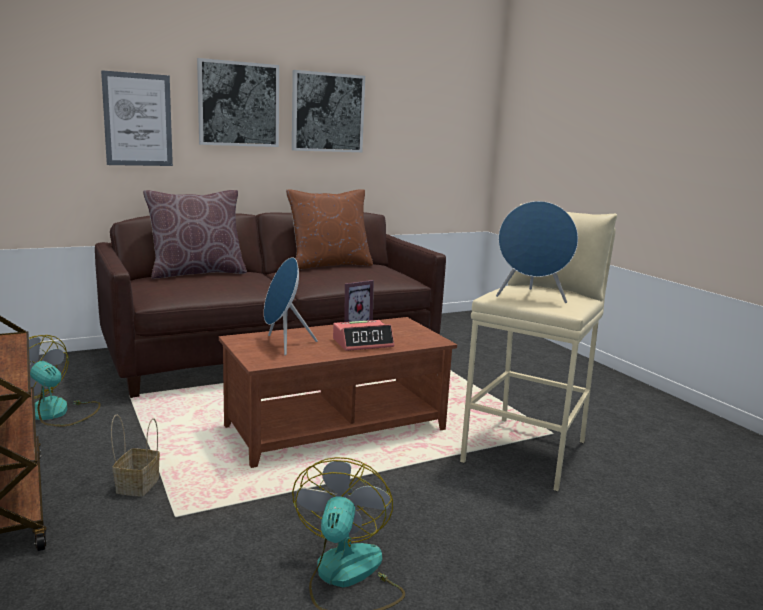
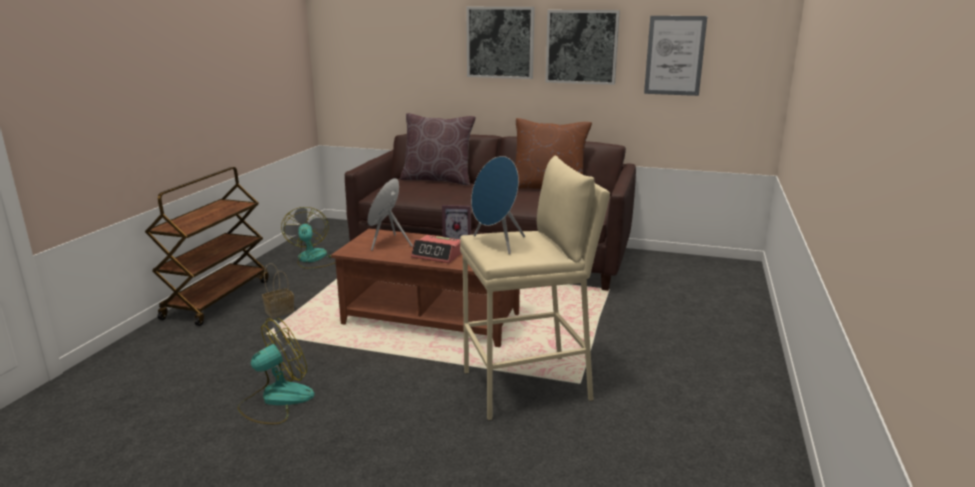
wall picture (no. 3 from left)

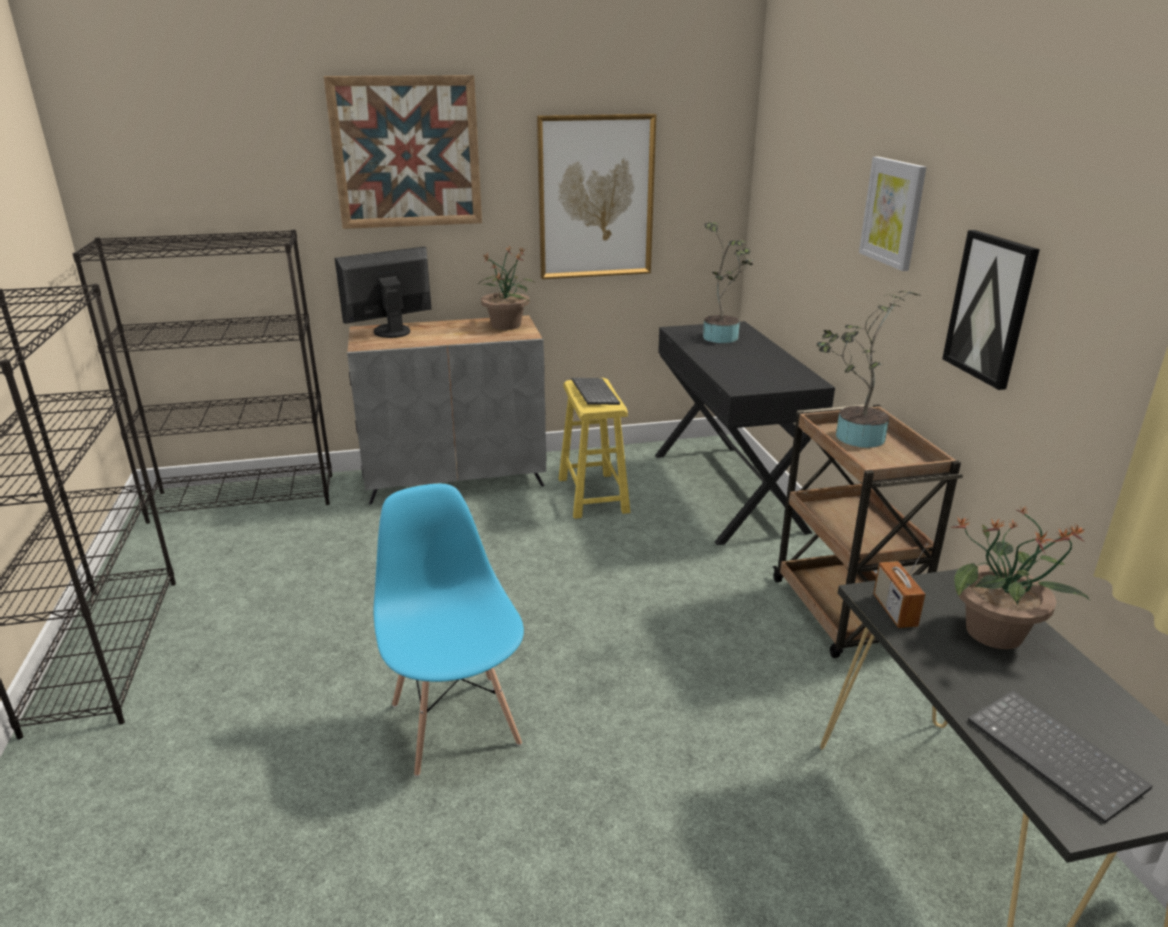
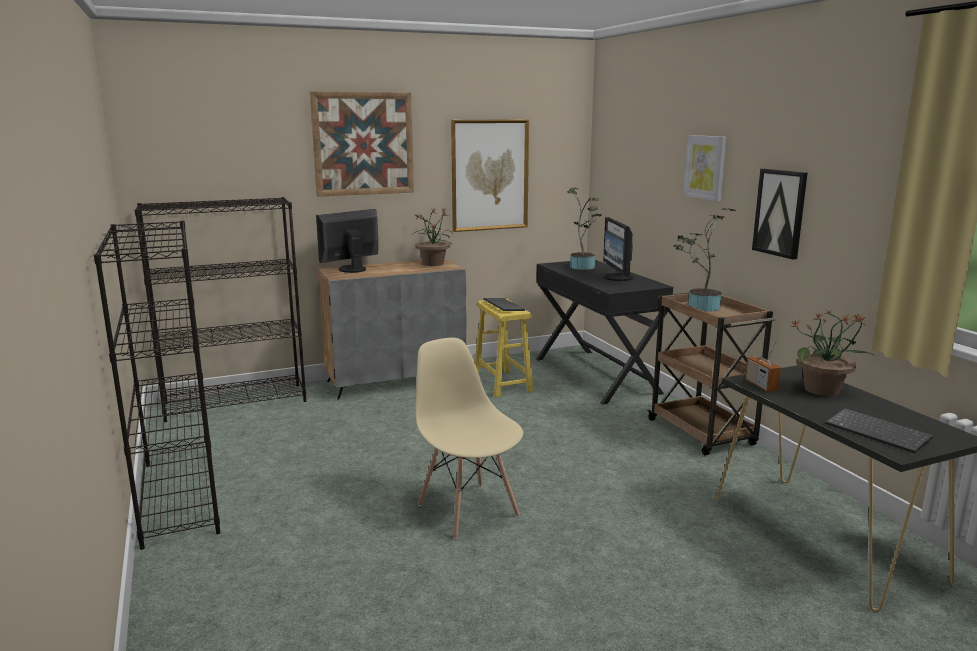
plain chair (beige-coloured)
computer display (no. 2 from left)

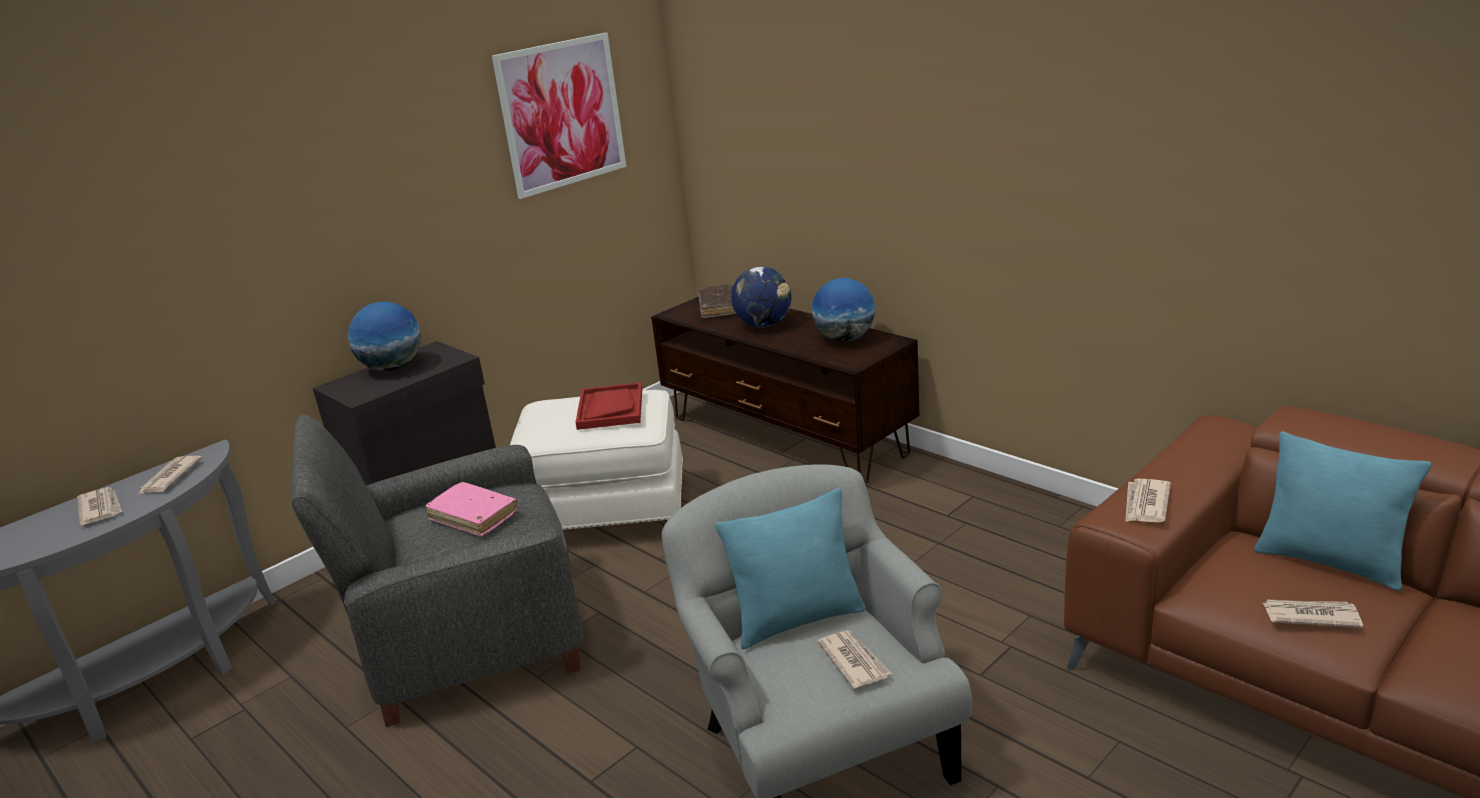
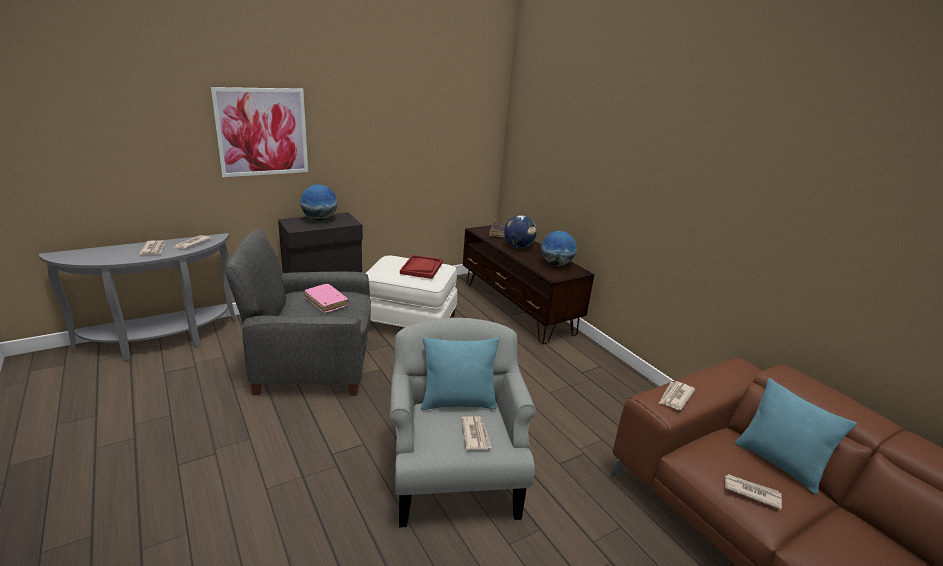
wall picture

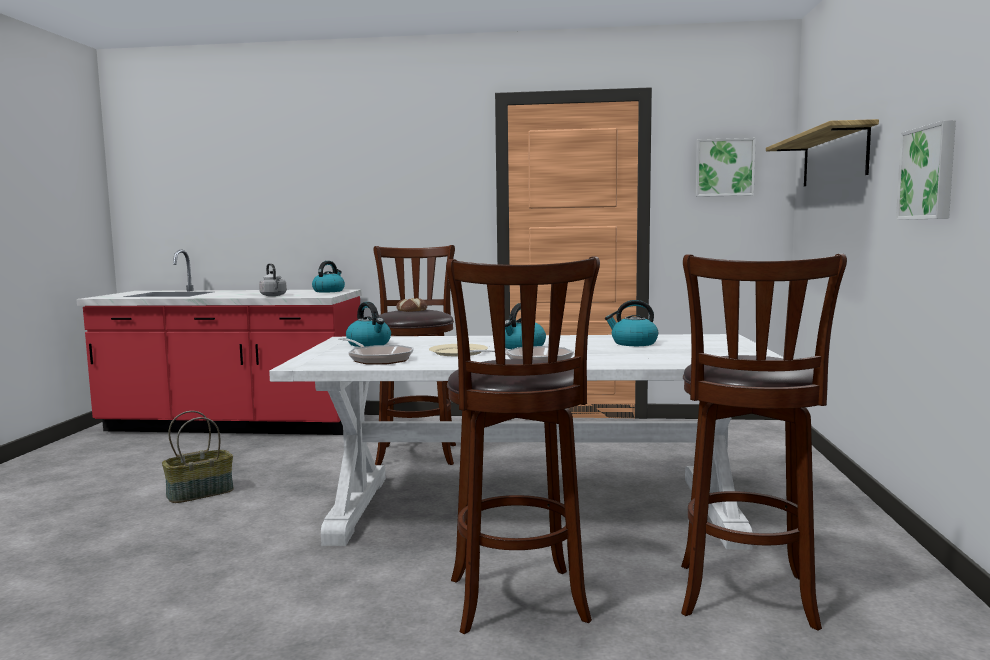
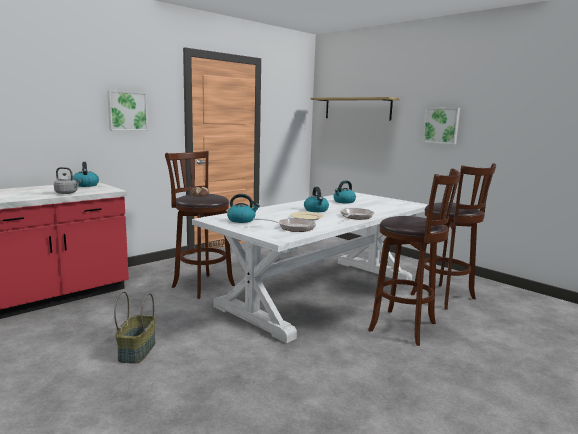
wall picture (no. 1 from left)

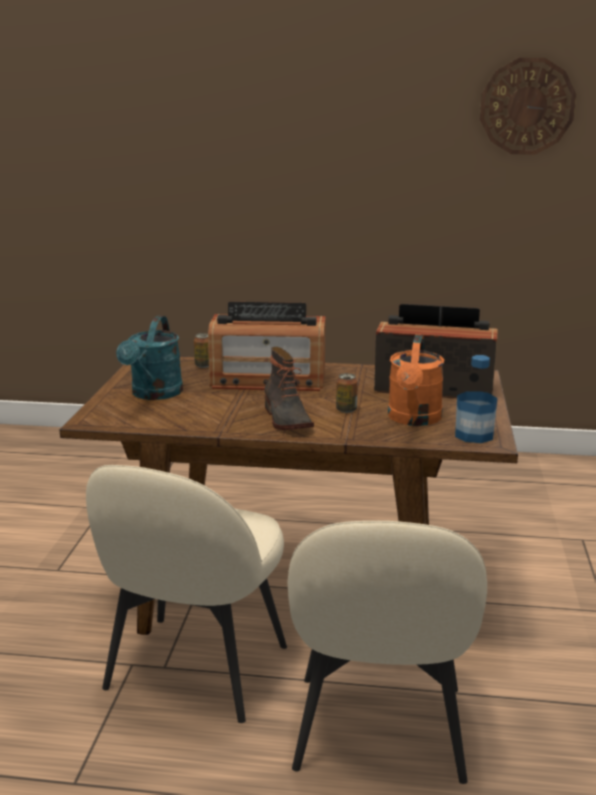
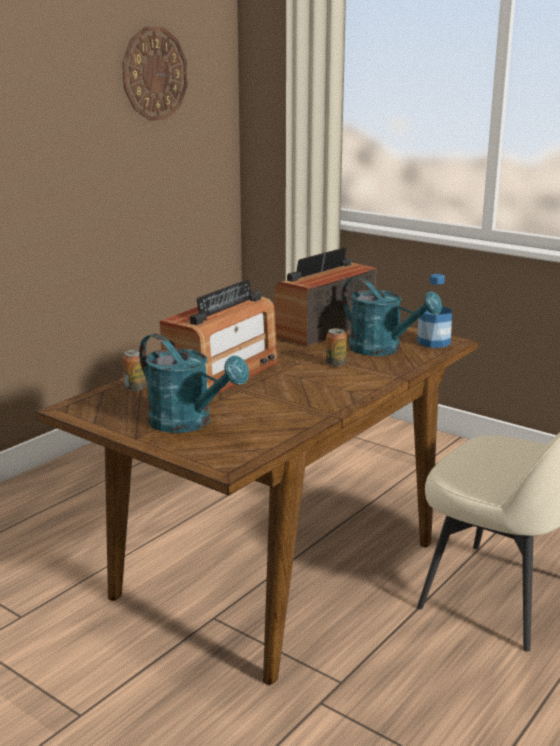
sprinkling can (blue-green) (no. 2 from left)
plain chair (beige-coloured) (no. 1 from left in the first image)
high-top boot

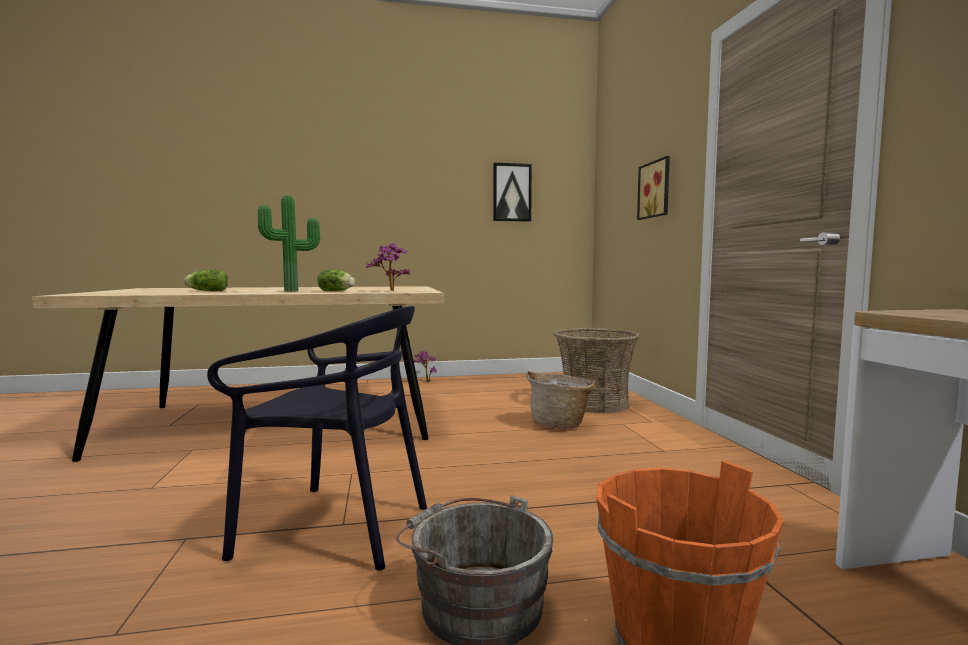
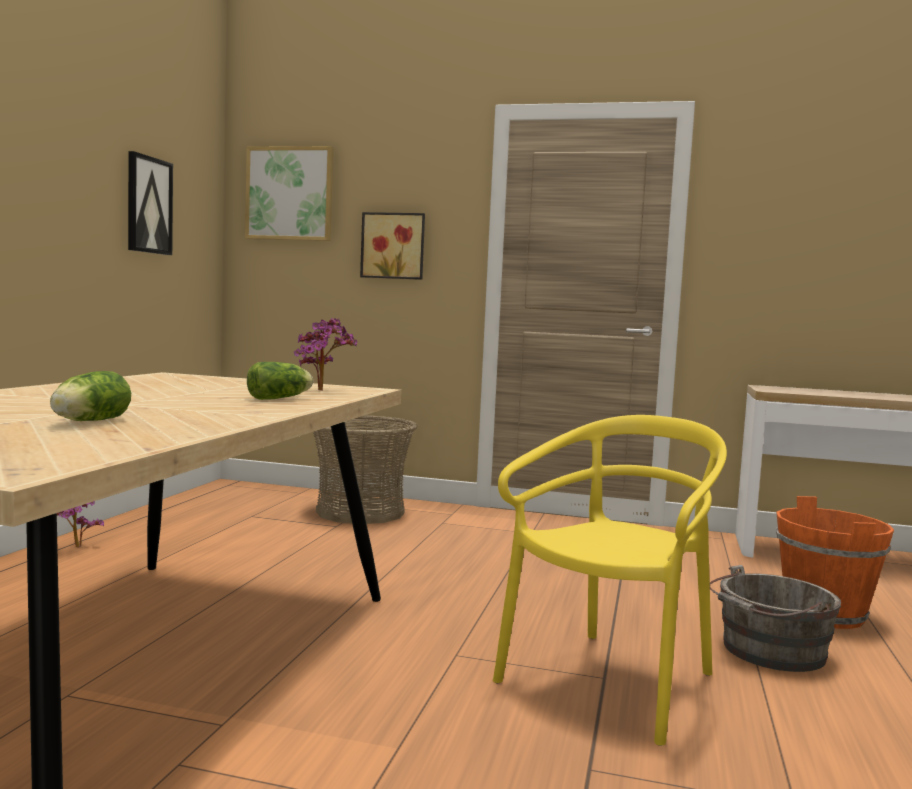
wall picture (no. 2 from left)
plain chair (yellow)
houseplant (no. 1 from left in the first image)
household basket (no. 1 from left in the first image)

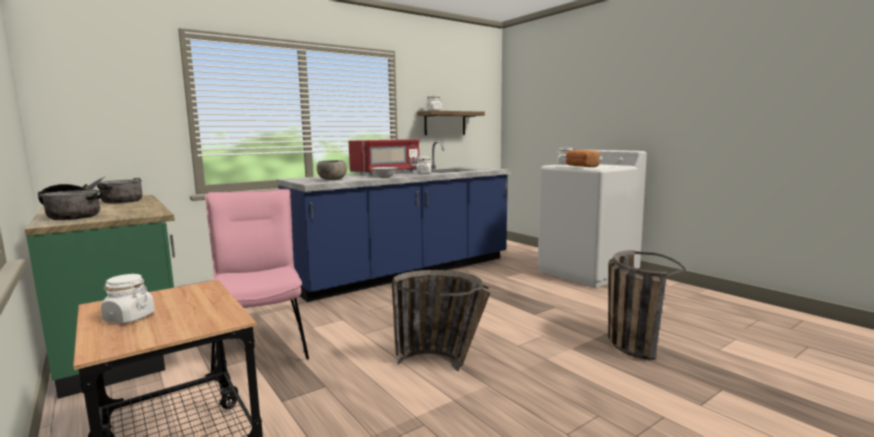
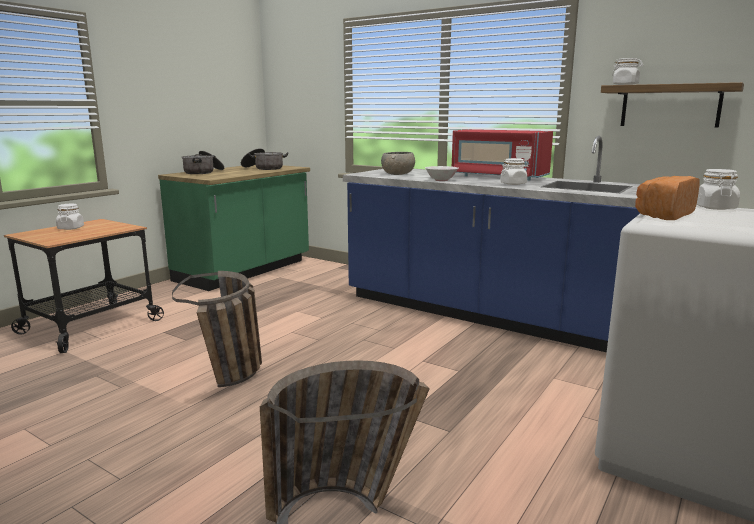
plain chair (pink-coloured)

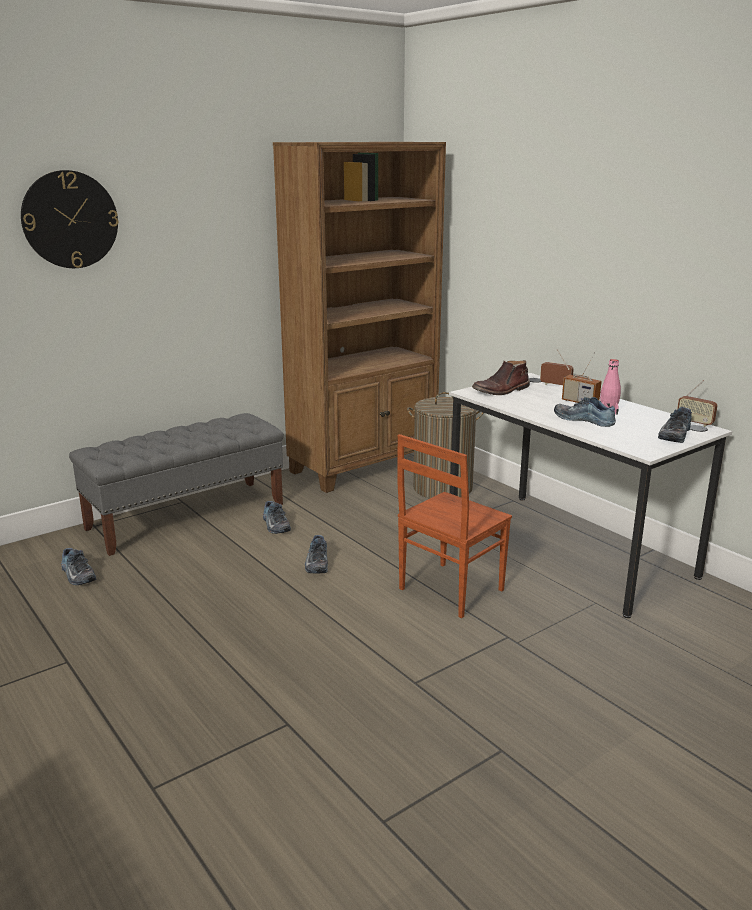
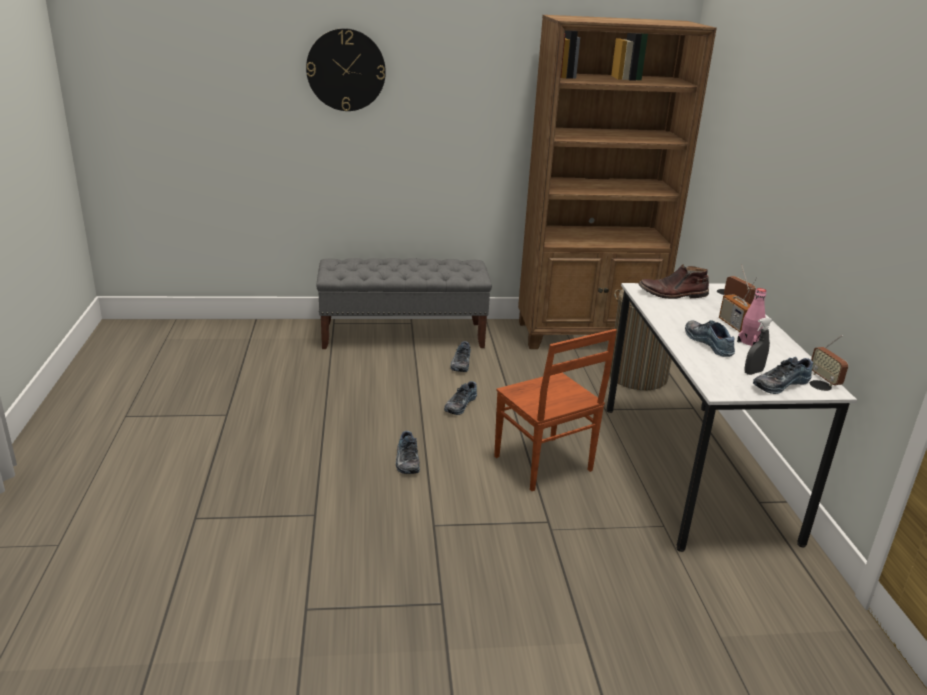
low shoe (no. 1 from left)
plain chair (brown-coloured)
hand sprayer (greyish)

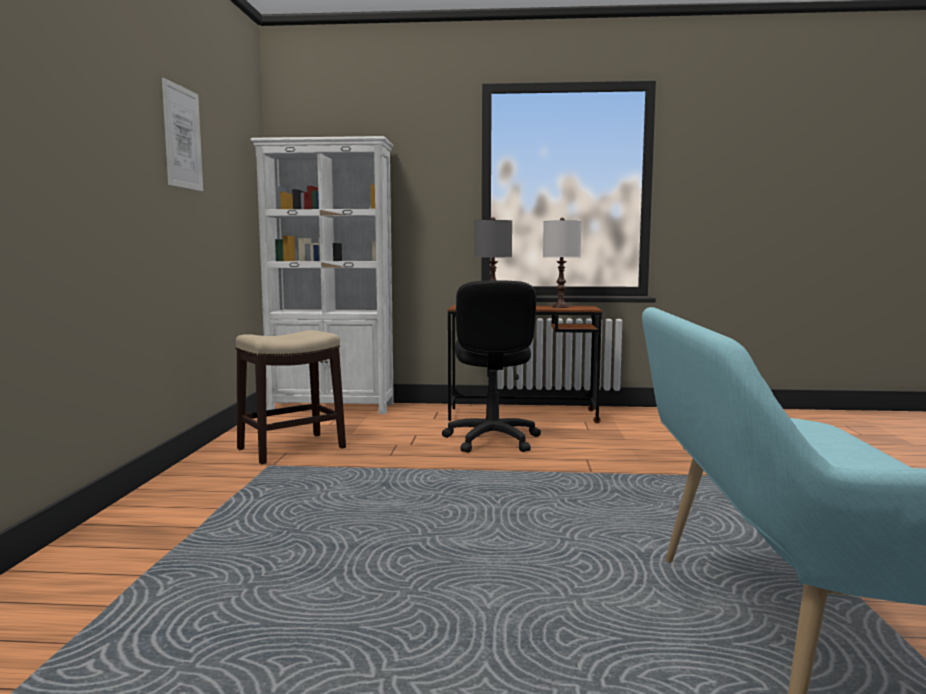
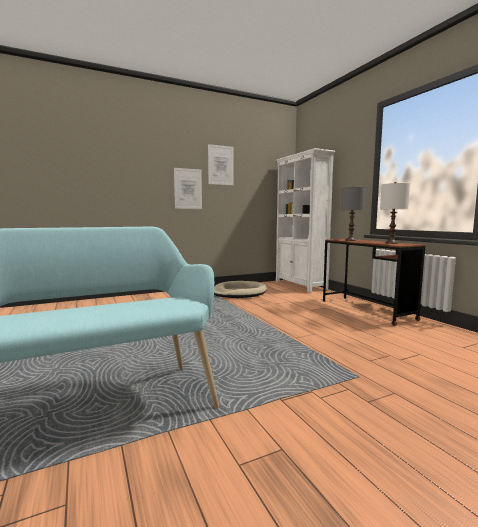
wall picture (no. 1 from left)
pet bed (beige-coloured)
computer chair (blackish)

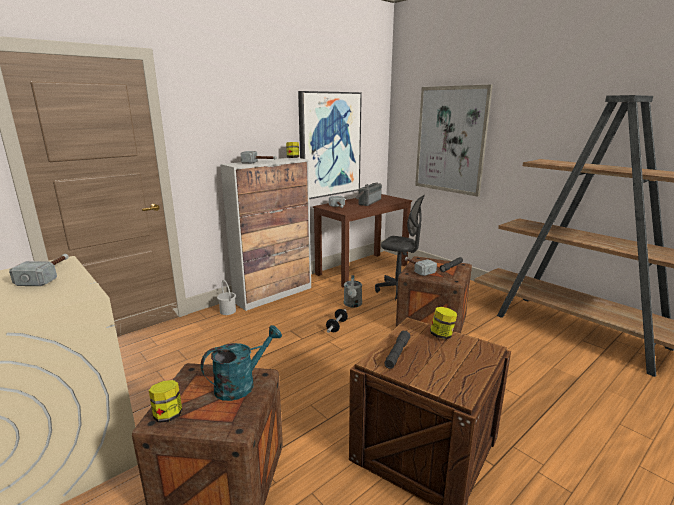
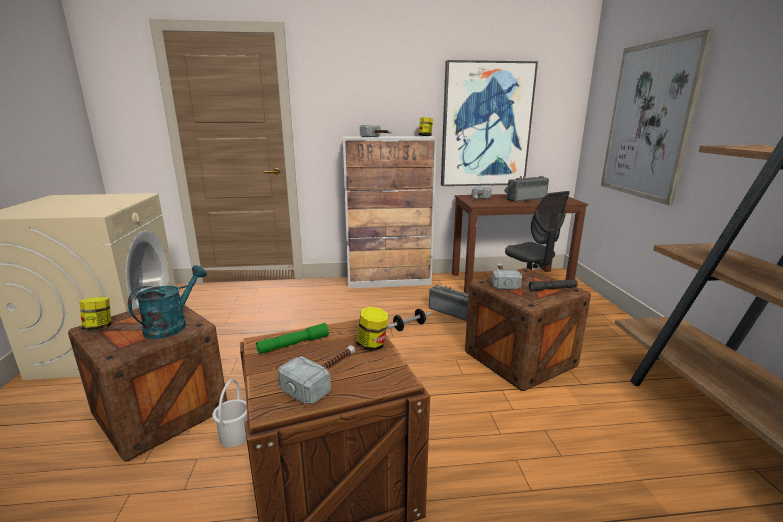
sprinkling can (blue-green)
bucket (whitish)
torch (greenish)
hand hammer (no. 1 from left)
radio (no. 1 from left)

